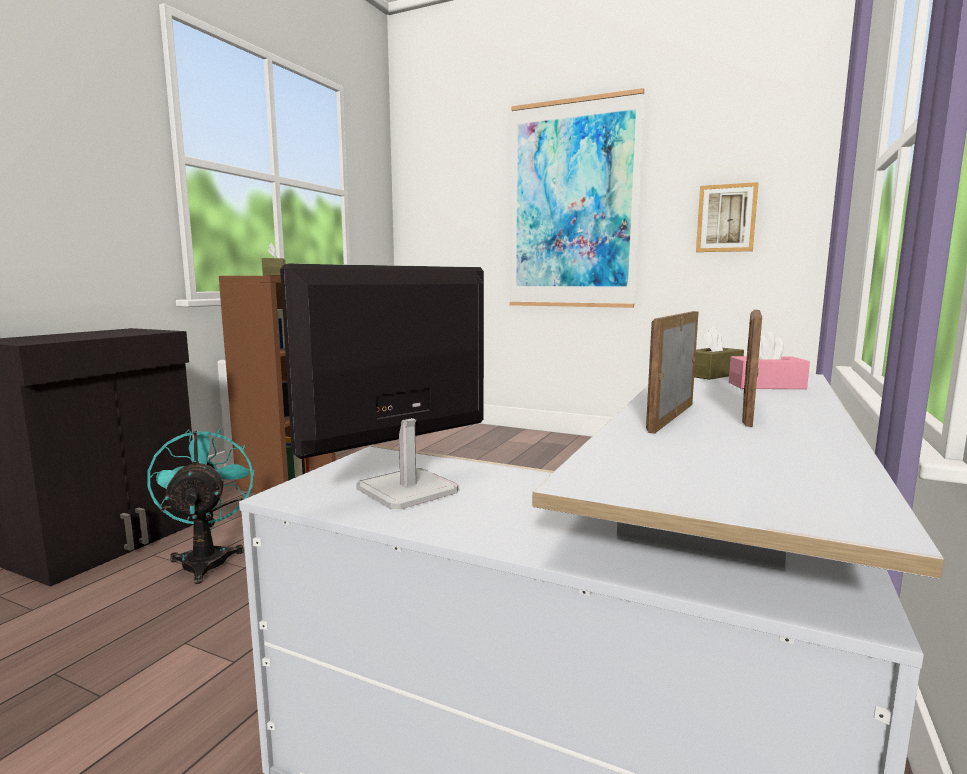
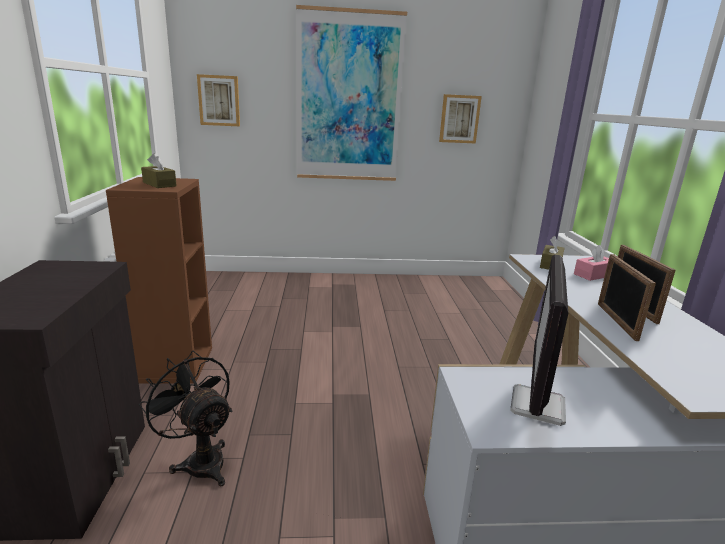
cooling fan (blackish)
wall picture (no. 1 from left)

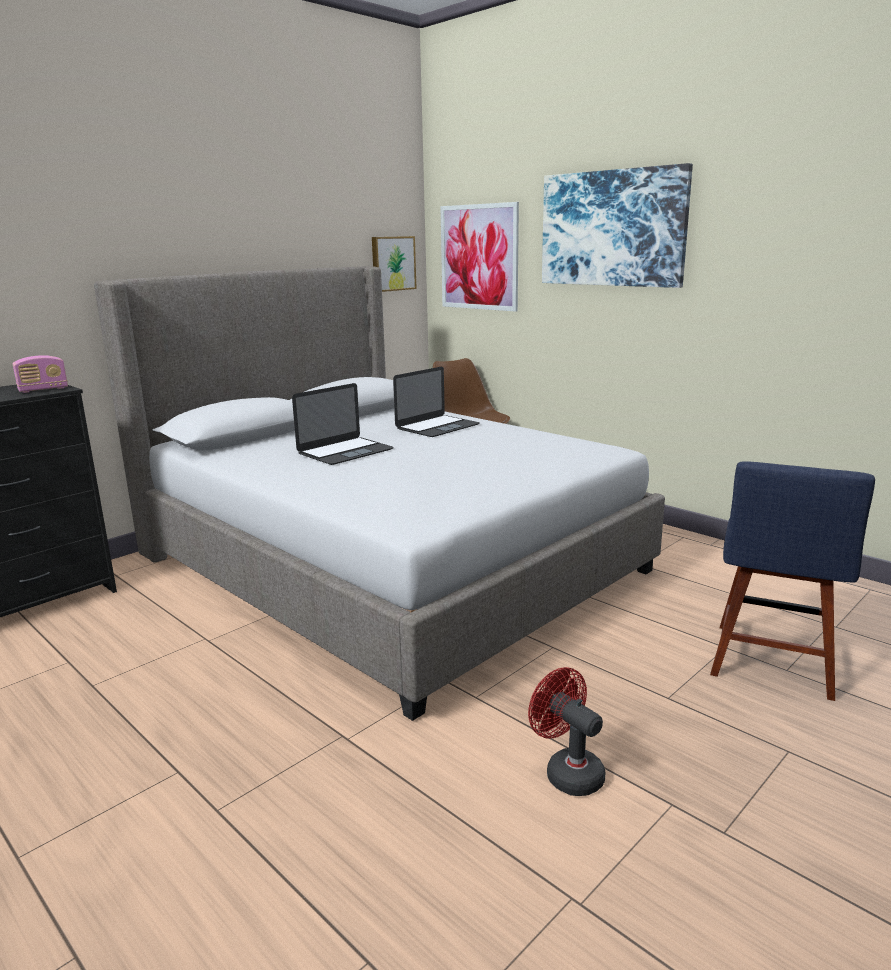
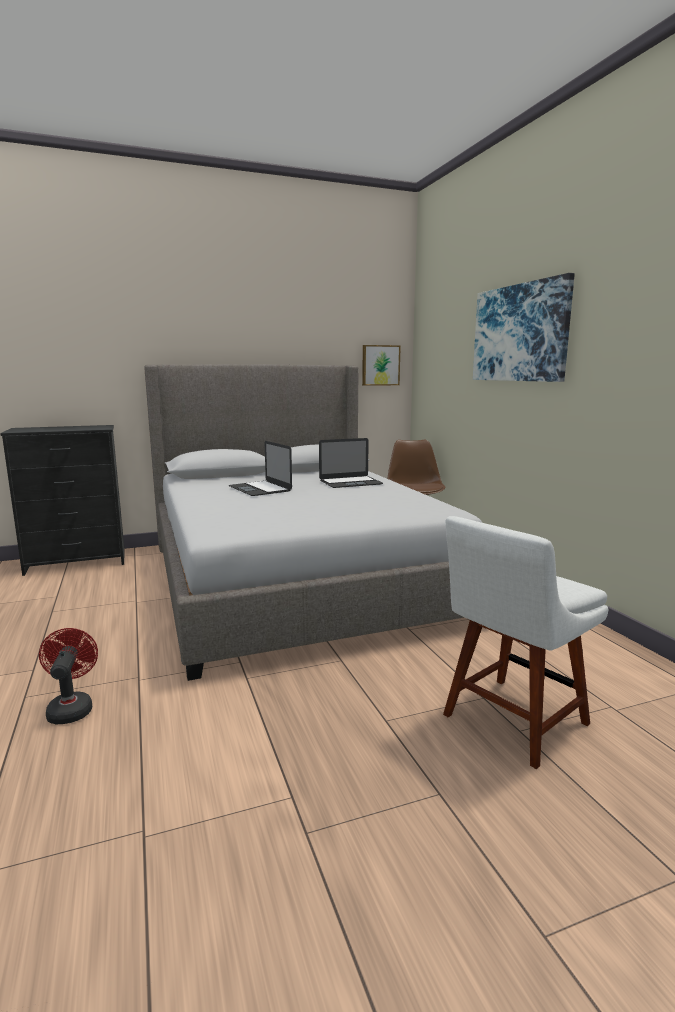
cooling fan (reddish)
laptop (no. 1 from left)
plain chair (whitish)
radio
wall picture (no. 2 from left in the first image)

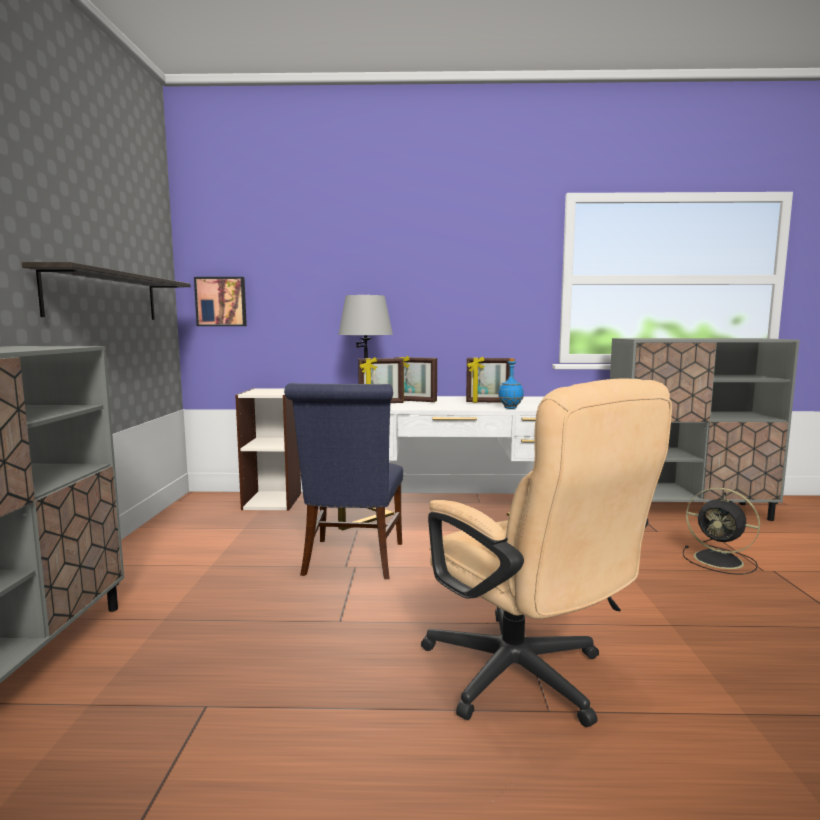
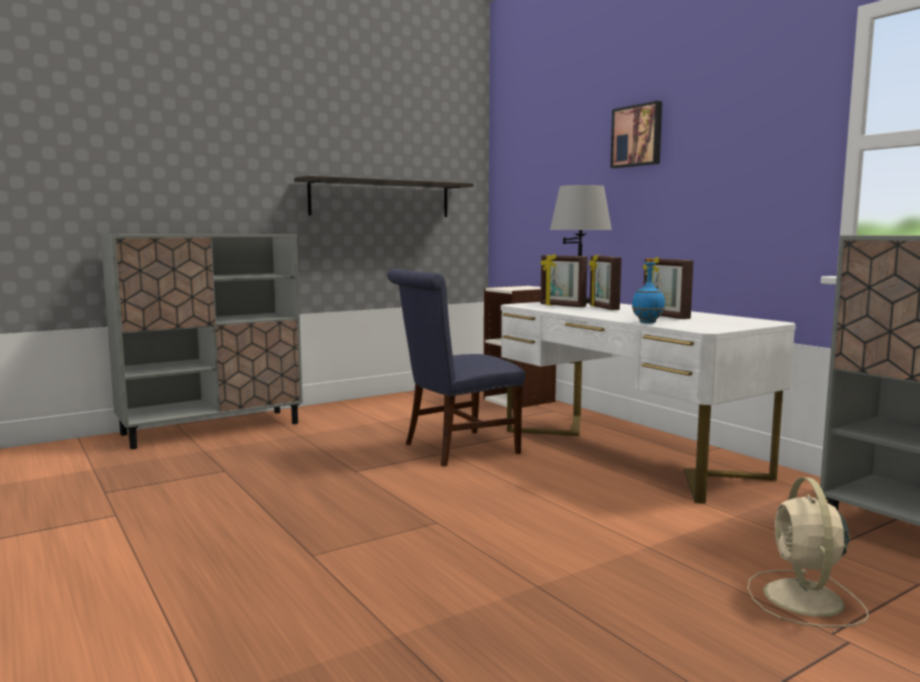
wall picture
cooling fan (beige-coloured)
computer chair (beige-coloured)

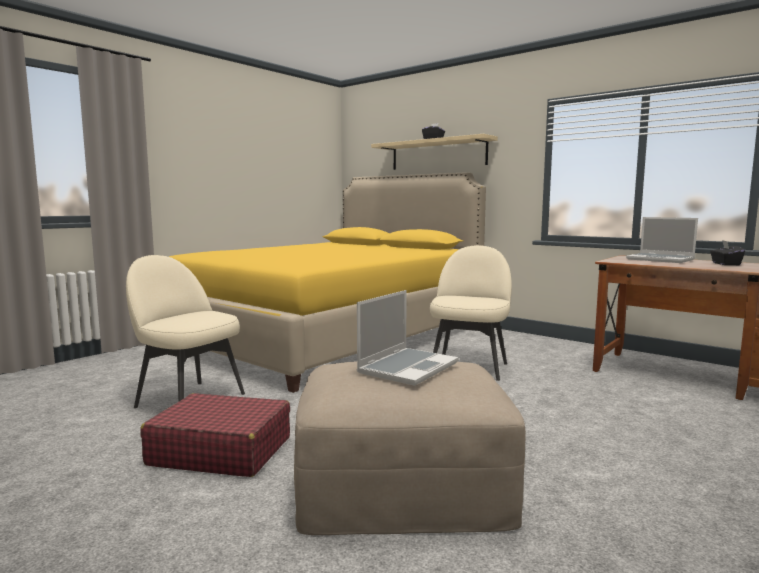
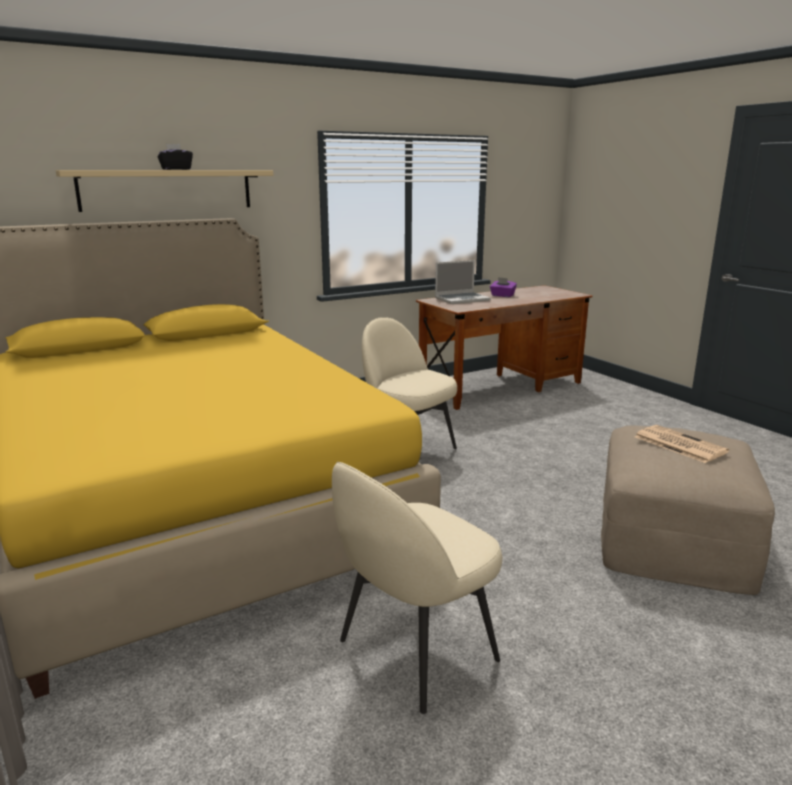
tissue box (purplish)
newspaper
piece of luggage (reddish)

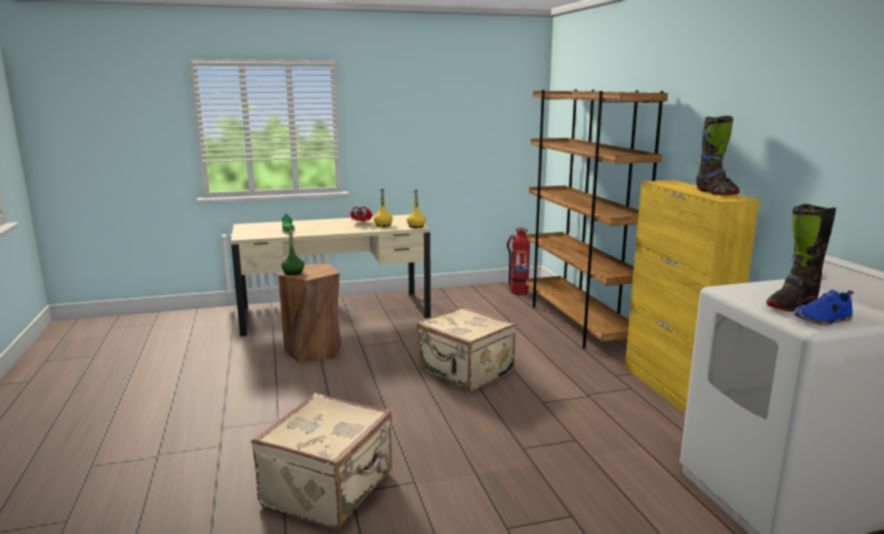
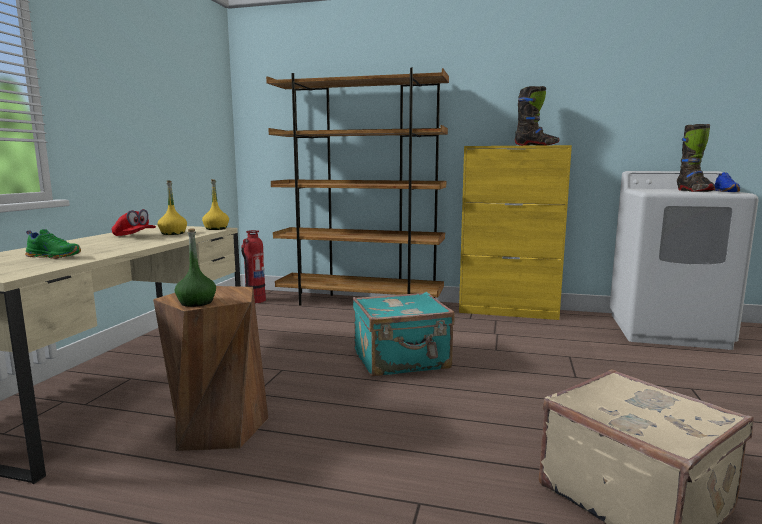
piece of luggage (blue-green)

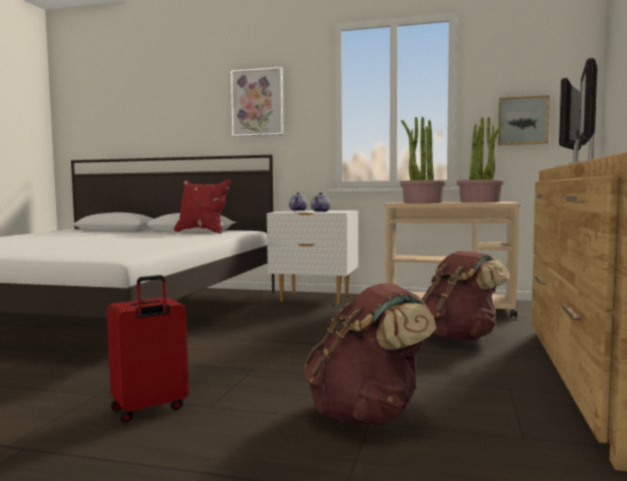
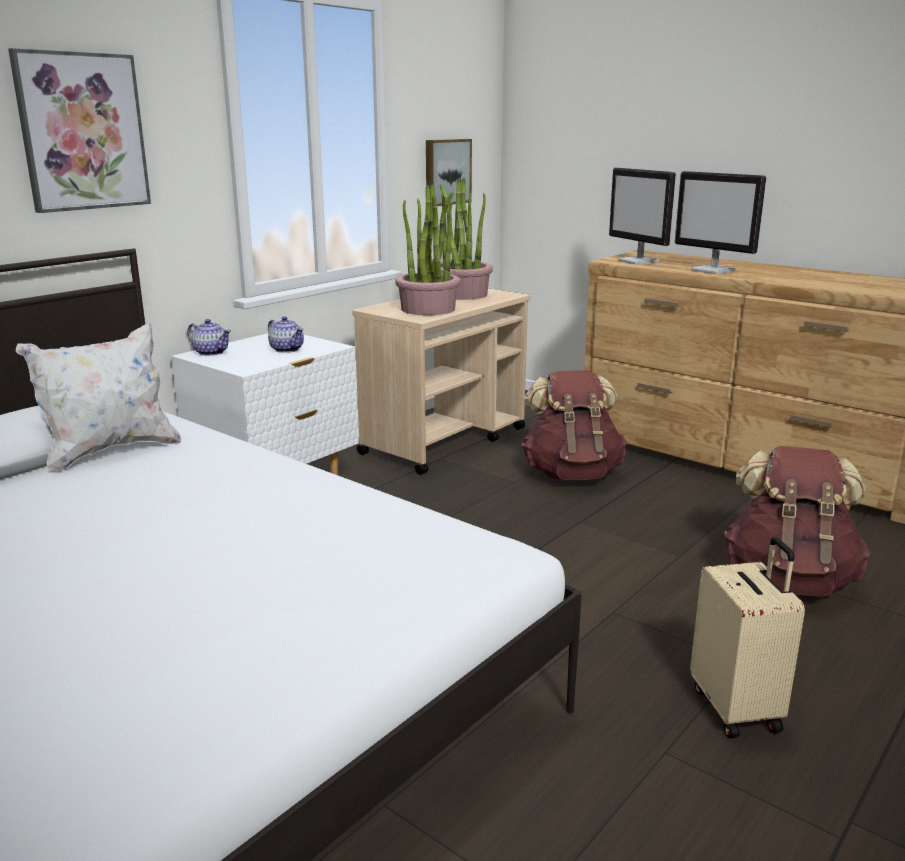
pillow (whitish)
piece of luggage (beige-coloured)

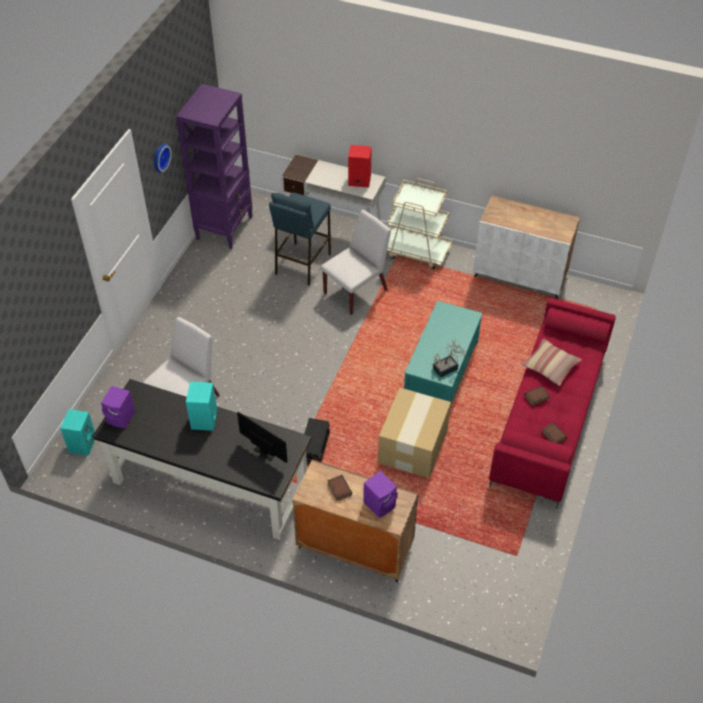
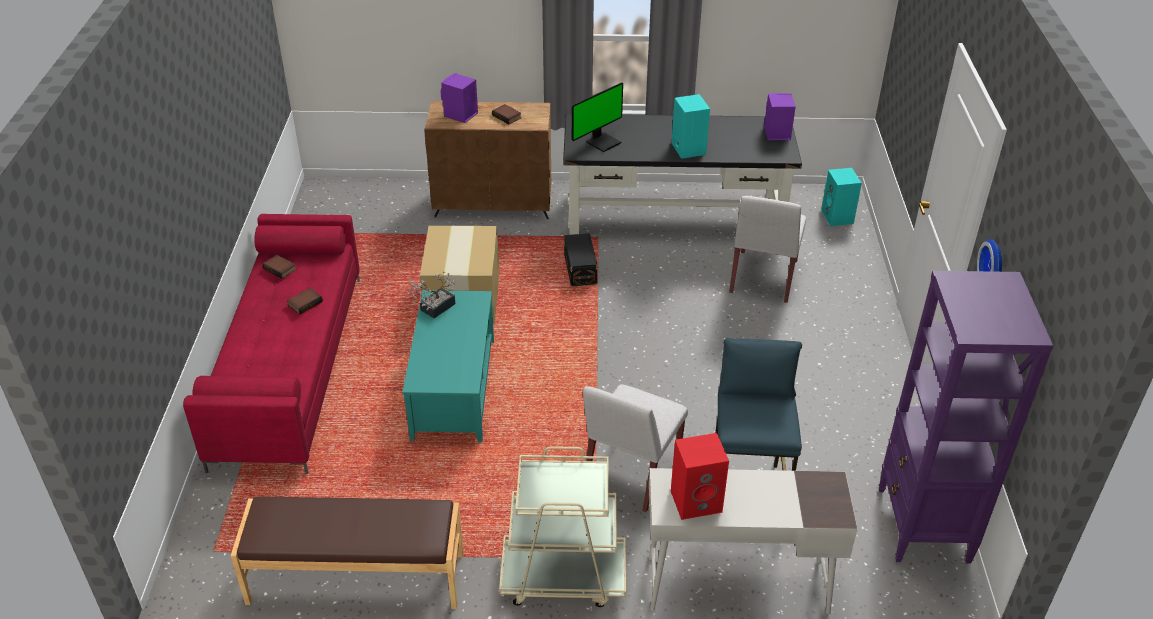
long seat (brown-coloured)
computer display
pillow

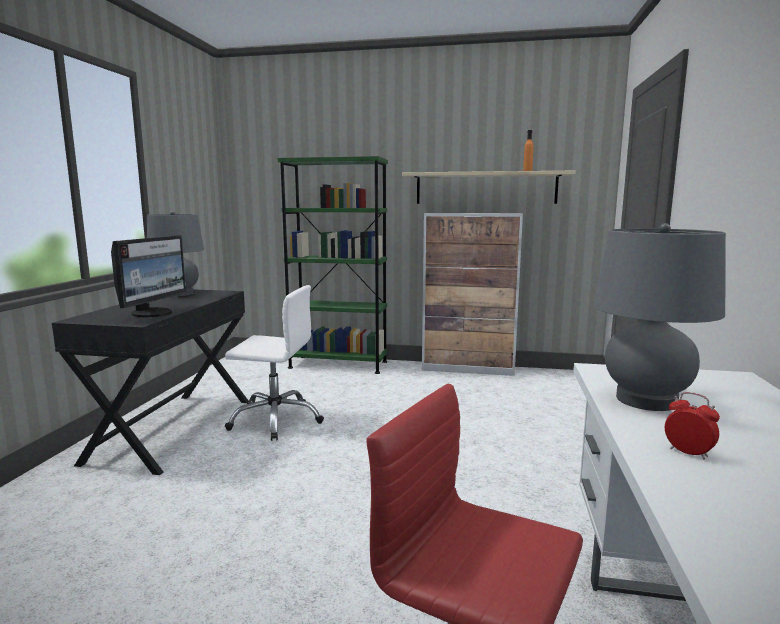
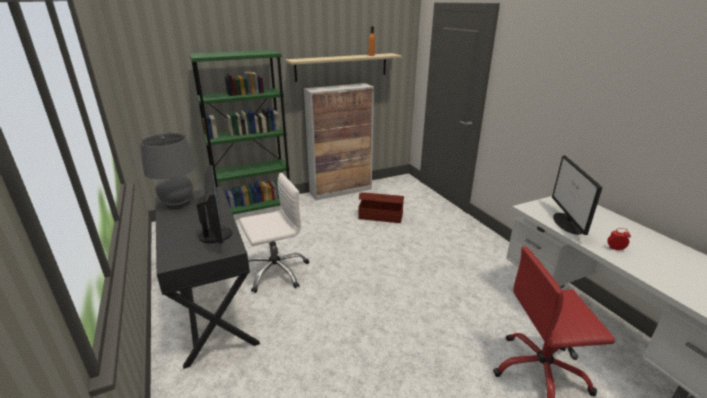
storage container (brown-coloured)
computer display (no. 2 from left)

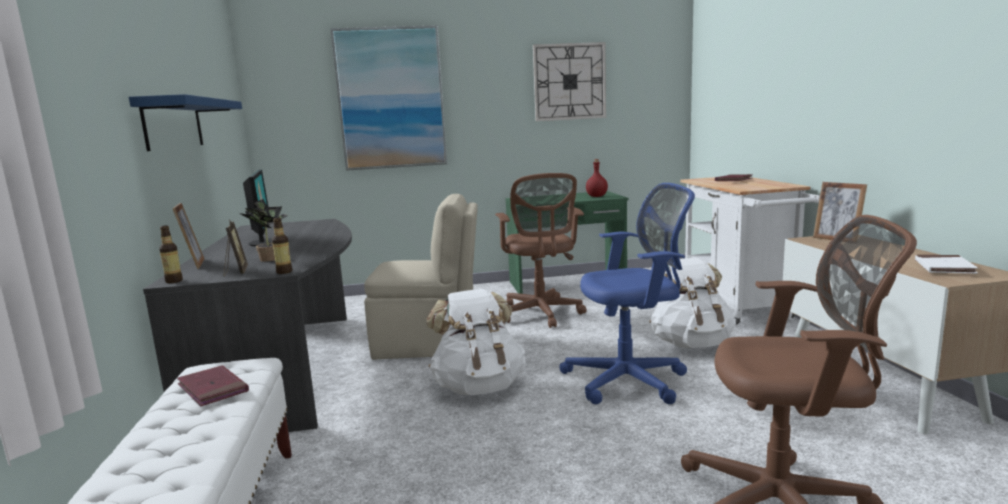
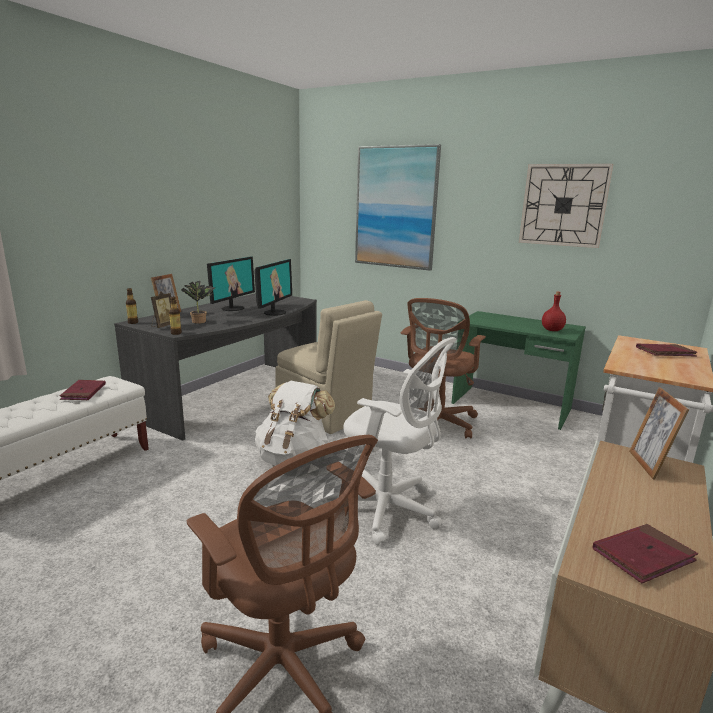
computer display (no. 2 from left)
computer chair (whitish)
bound book (reddish) (no. 2 from left)
bracket shelf (blue-coloured)
rucksack (whitish) (no. 2 from left in the first image)

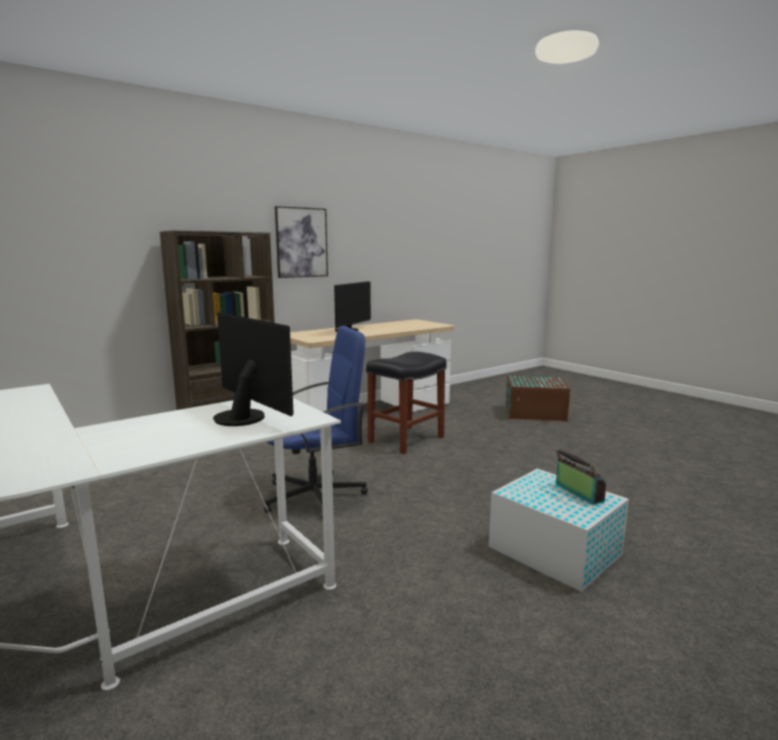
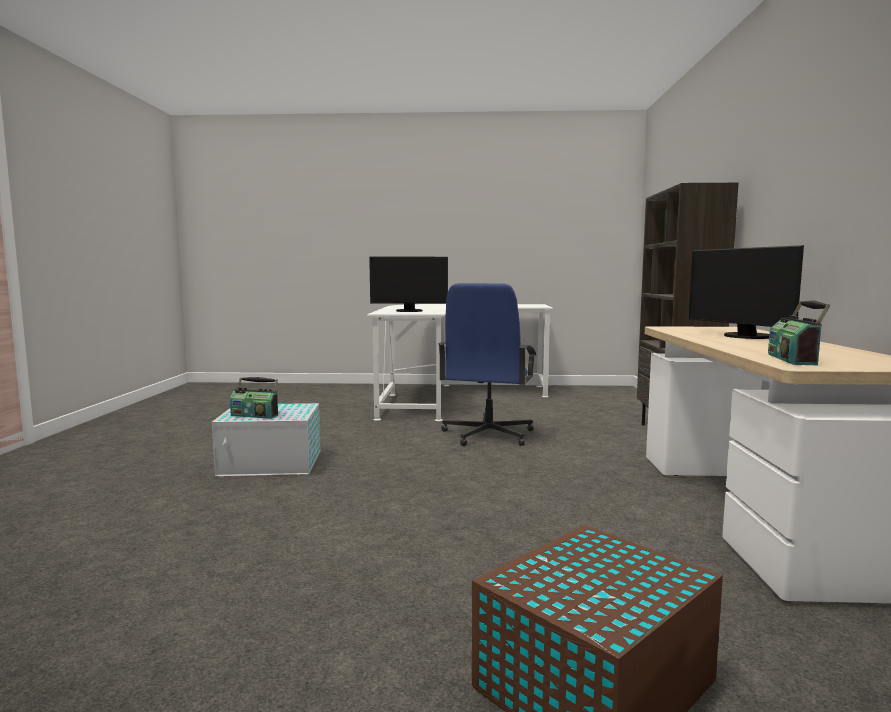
radio (no. 2 from left)
wall picture
sitting stool (blackish)

